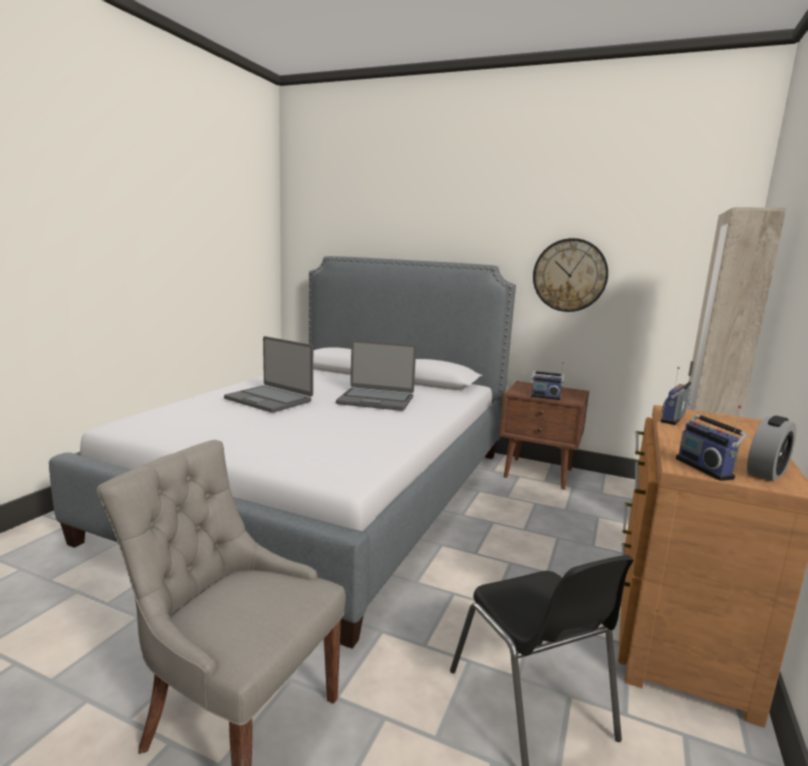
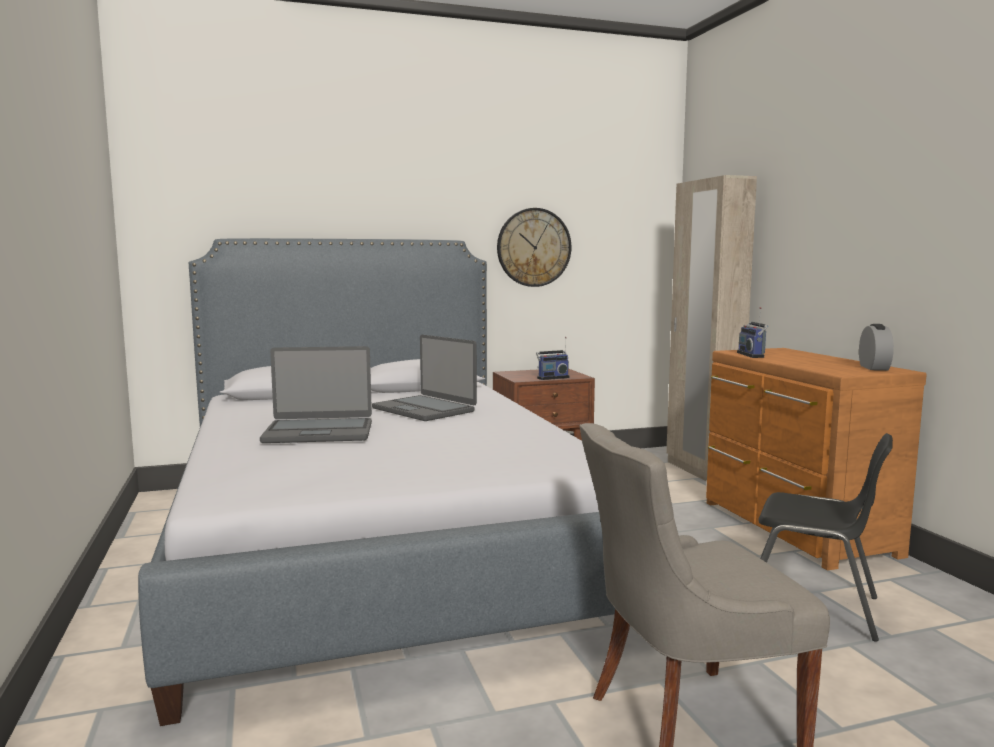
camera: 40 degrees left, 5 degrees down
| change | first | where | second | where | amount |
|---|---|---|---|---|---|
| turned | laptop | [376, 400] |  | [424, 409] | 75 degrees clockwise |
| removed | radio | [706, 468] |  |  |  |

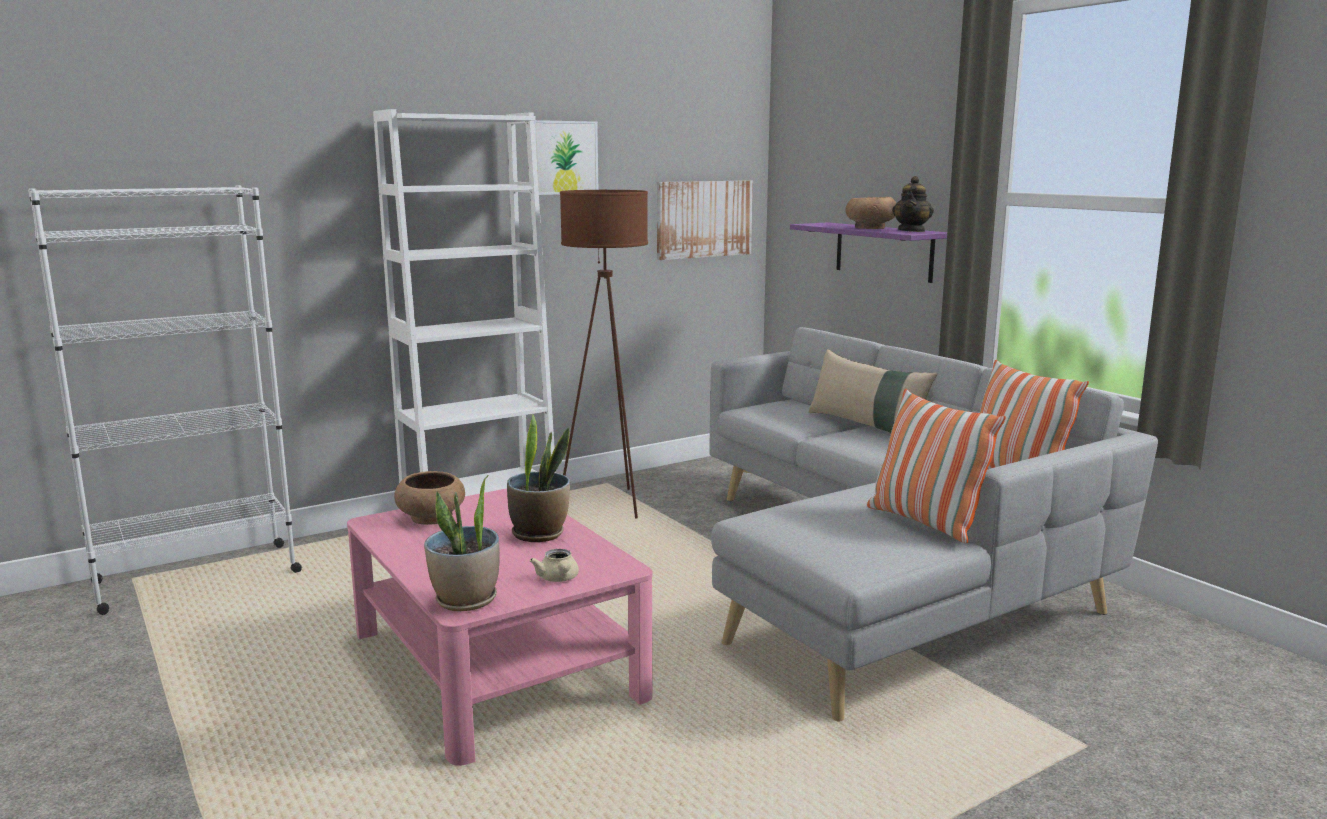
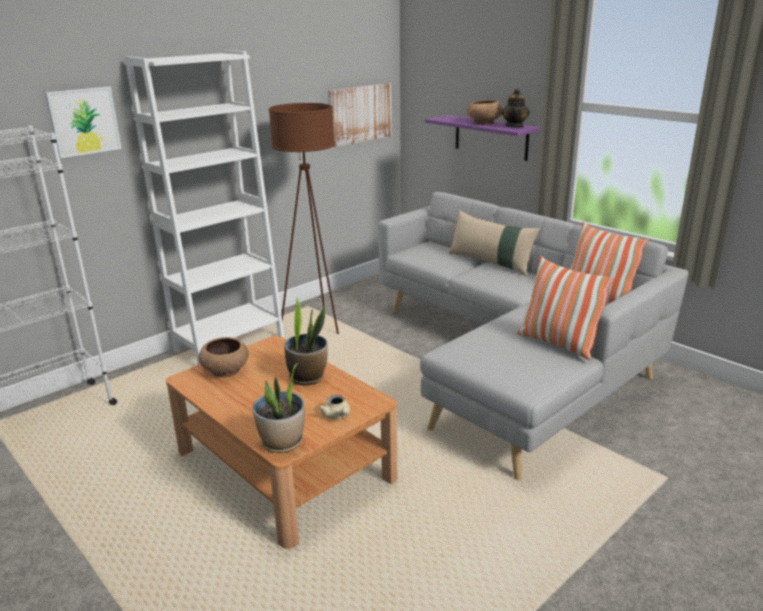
camera: 10 degrees left, 10 degrees up
| change | first | where | second | where | amount |
|---|---|---|---|---|---|
| moved | picture | [564, 157] |  | [84, 121] |  |
| recoloured | pink coffee table | [496, 664] | brown coffee table | [285, 464] |  |

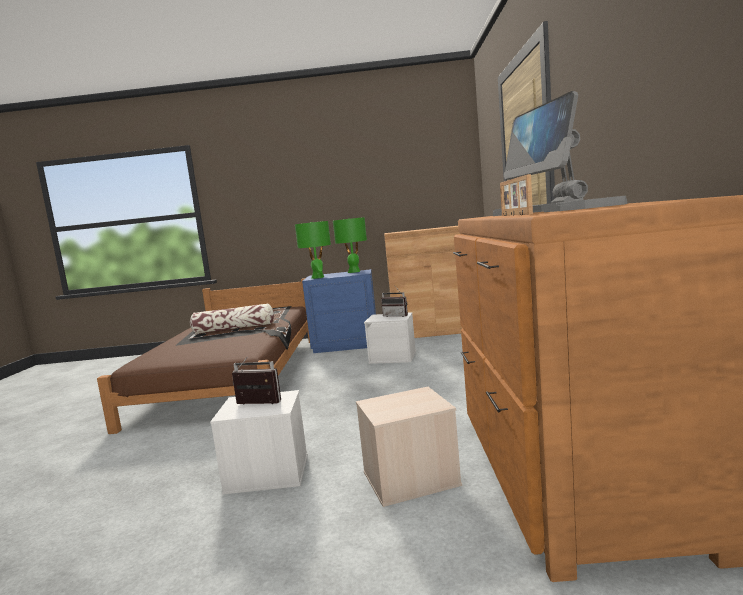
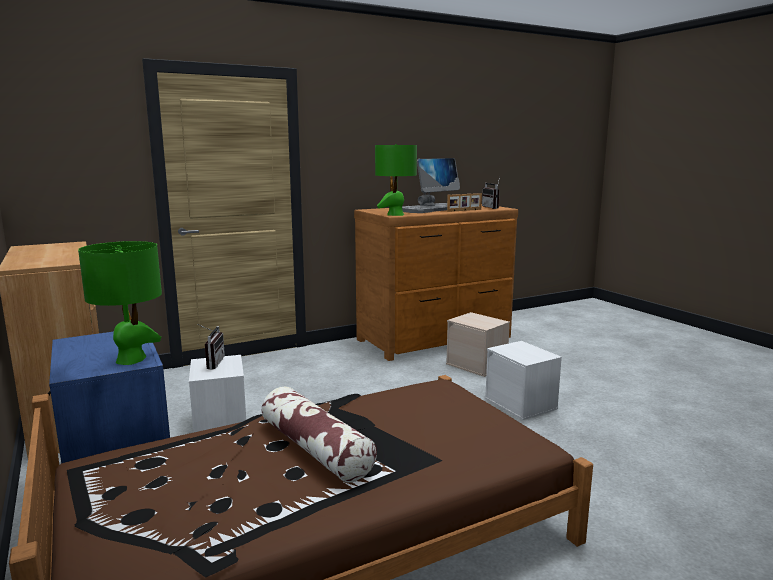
camera: 120 degrees left, 5 degrees up
| change | first | where | second | where | amount |
|---|---|---|---|---|---|
| moved | green table lamp | [354, 271] |  | [395, 215] |  |
| moved | radio | [256, 405] |  | [493, 208] |  |

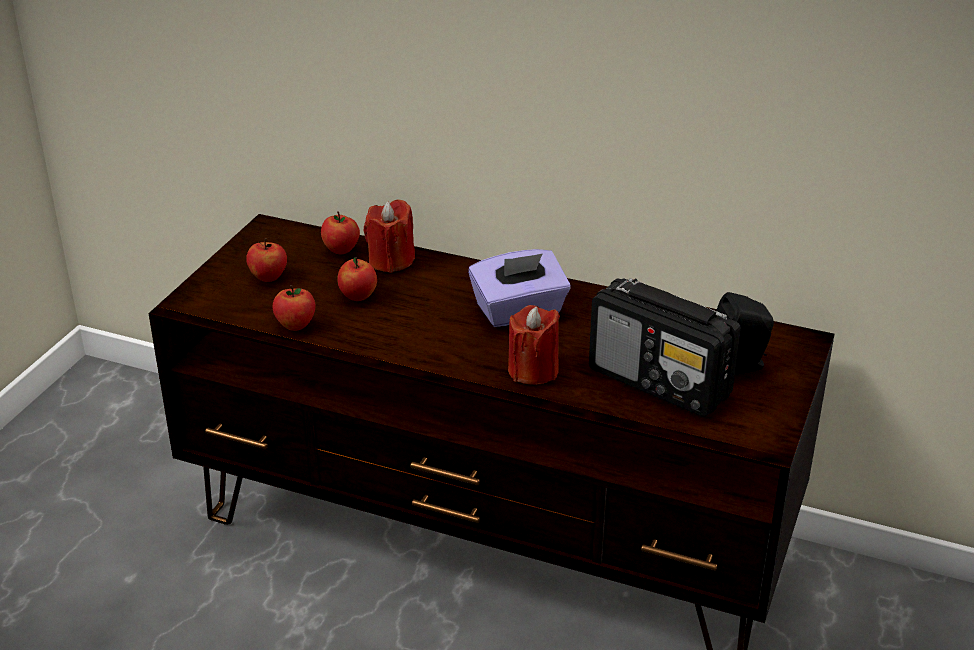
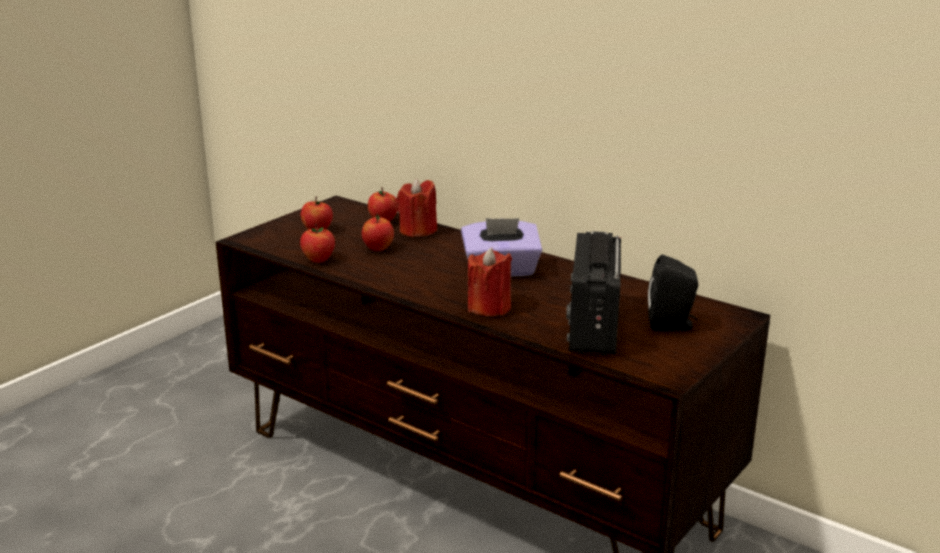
camera: 15 degrees right, 10 degrees down
| change | first | where | second | where | amount |
|---|---|---|---|---|---|
| turned | radio | [660, 383] |  | [593, 328] | 45 degrees clockwise |

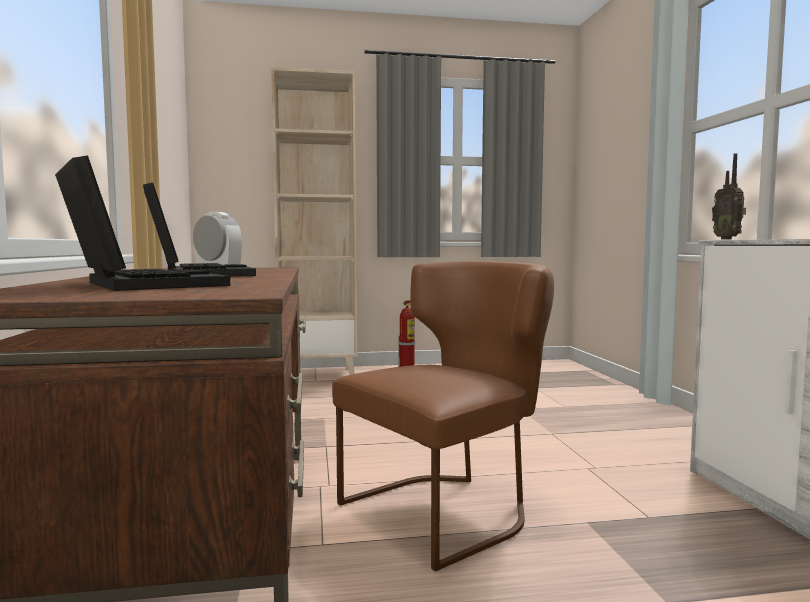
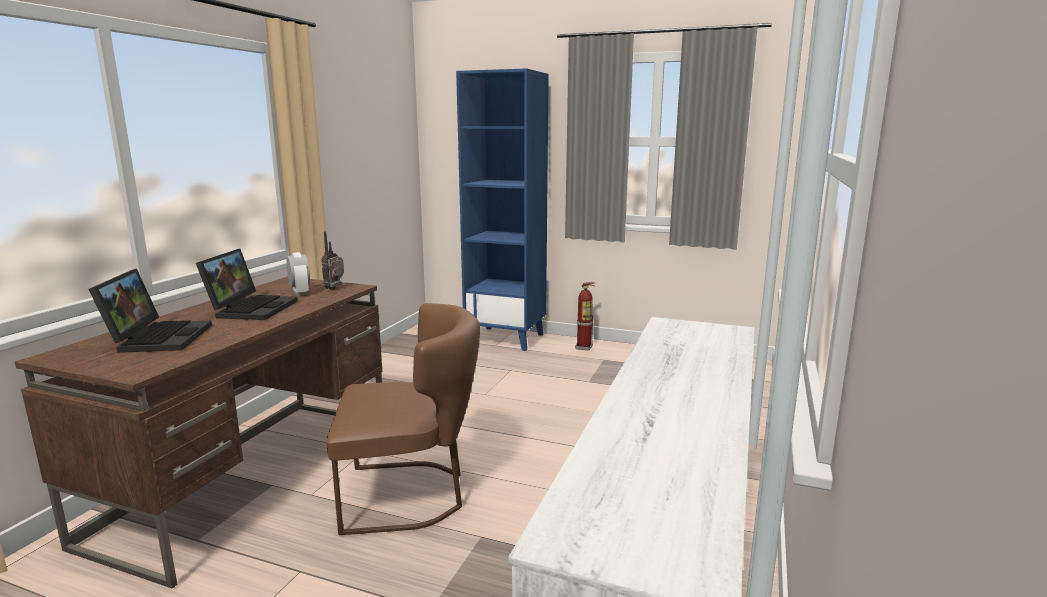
camera: 30 degrees right, 10 degrees up
| change | first | where | second | where | amount |
|---|---|---|---|---|---|
| moved | radio | [728, 239] |  | [335, 289] |  |
| recoloured | beige bookcase | [318, 374] | blue bookcase | [506, 338] |  |

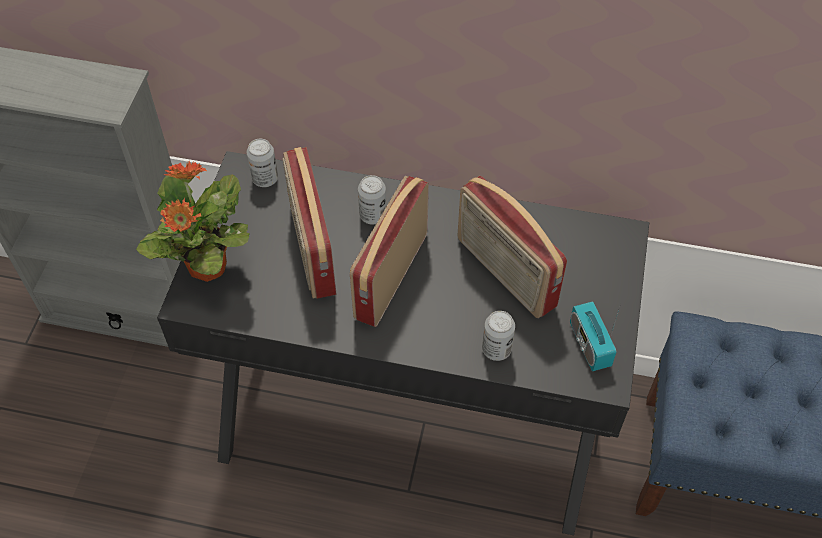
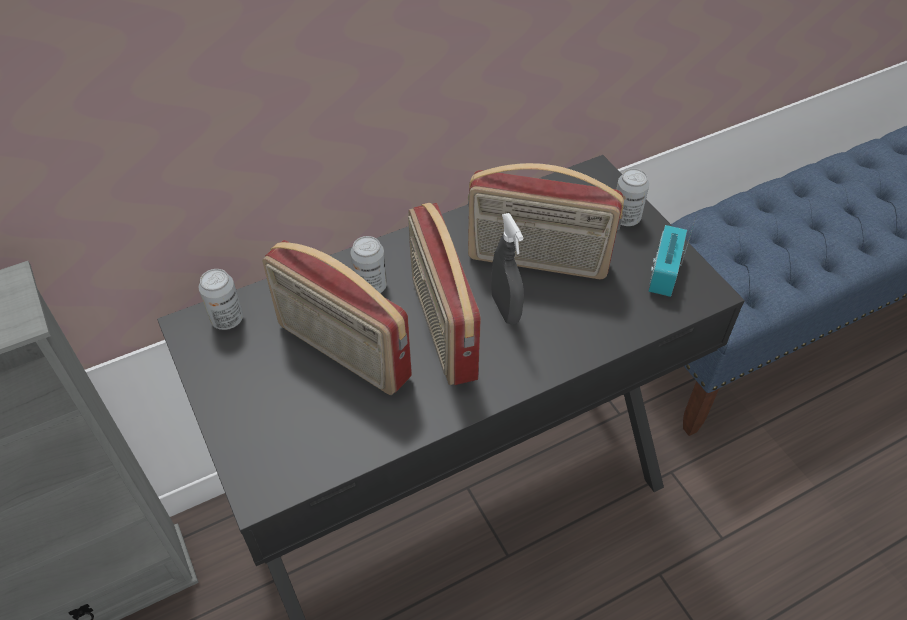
camera: 40 degrees left, 5 degrees down
| change | first | where | second | where | amount |
|---|---|---|---|---|---|
| added |  |  | grey spray bottle | [505, 309] |  |
| moved | can | [496, 349] |  | [625, 218] |  |
| turned | radio | [589, 345] |  | [664, 272] | 75 degrees clockwise |
| removed | potted plant | [207, 267] |  |  |  |

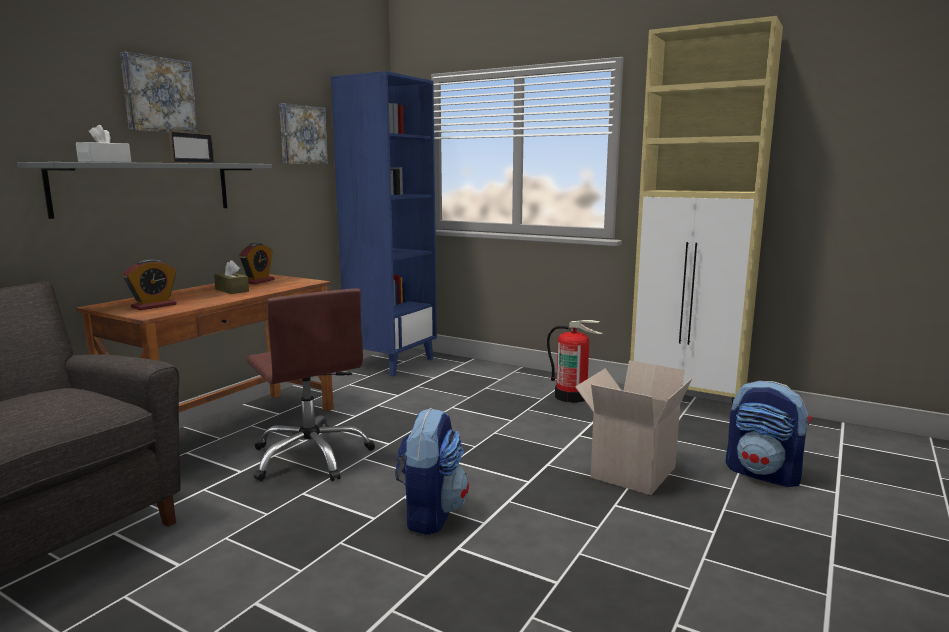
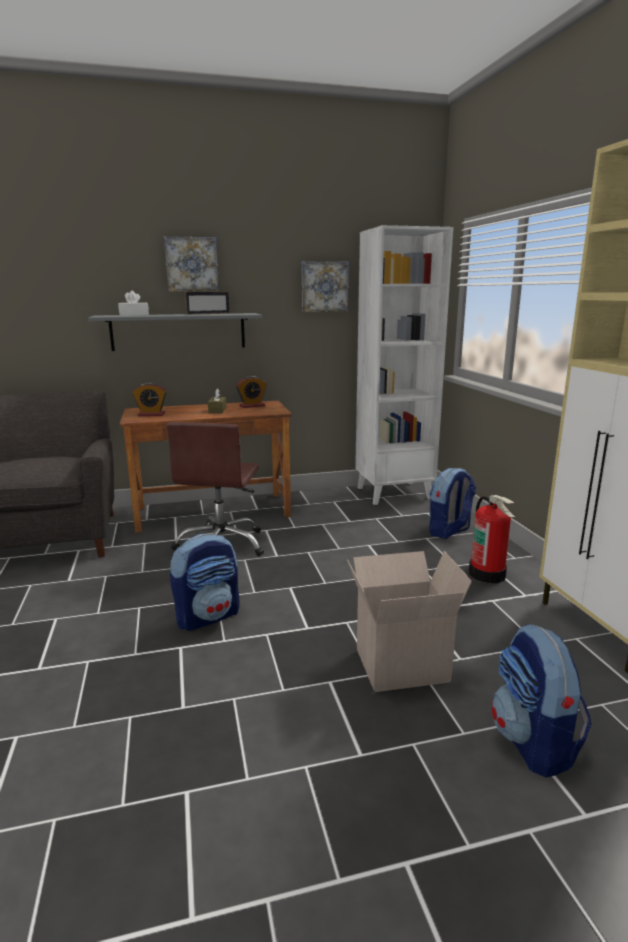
camera: 45 degrees right, 5 degrees up
| change | first | where | second | where | amount |
|---|---|---|---|---|---|
| recoloured | blue bookcase | [391, 362] | white bookcase | [394, 493] |  |
| added |  |  | backpack | [449, 531] |  |

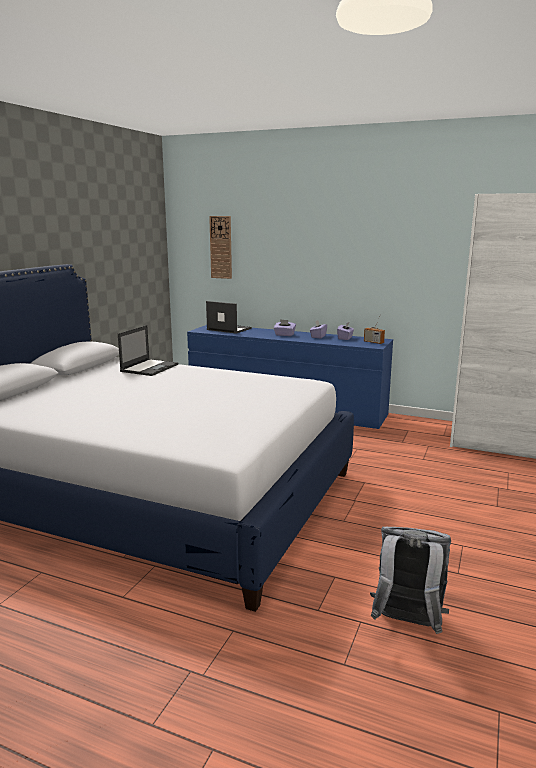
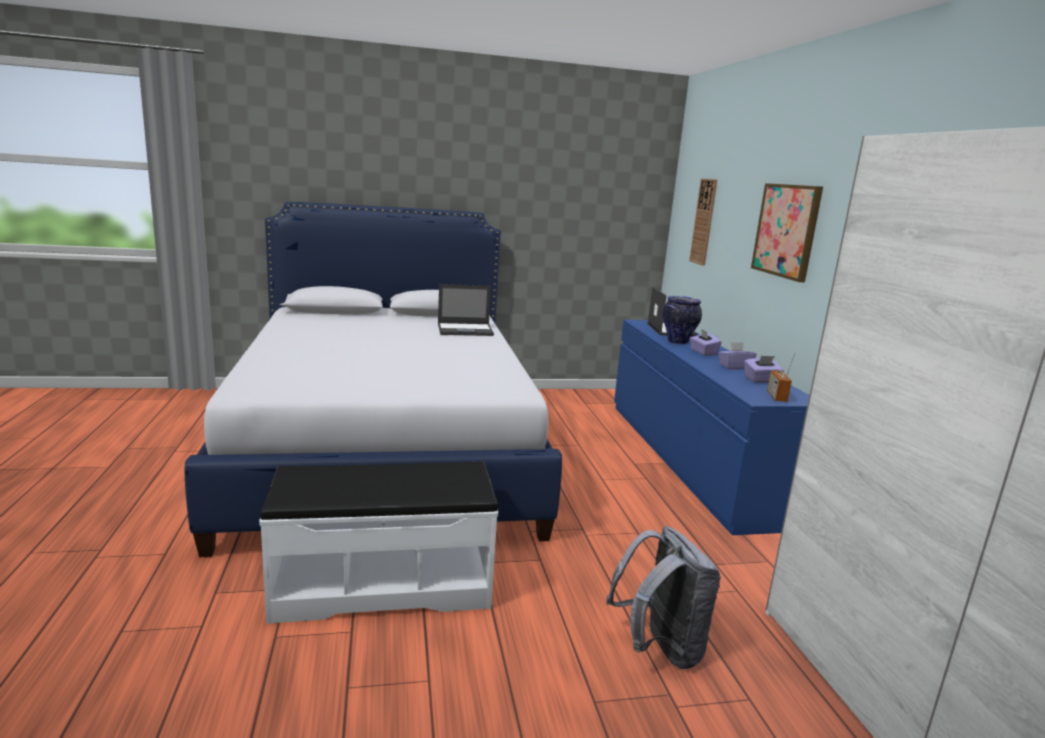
camera: 55 degrees right, 0 degrees up
| change | first | where | second | where | amount |
|---|---|---|---|---|---|
| added |  |  | white bench | [382, 585] |  |
| moved | grey backpack | [406, 623] |  | [659, 648] |  |
| added |  |  | vase | [678, 342] |  |
| added |  |  | picture | [787, 230] |  |

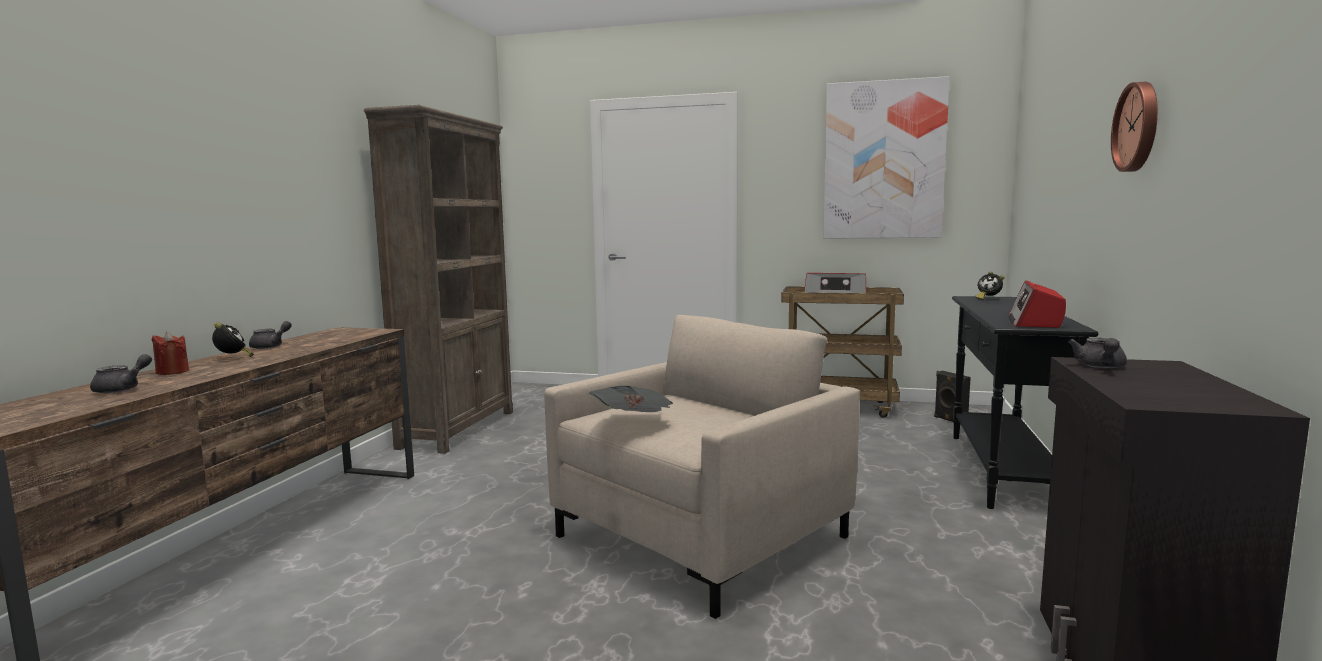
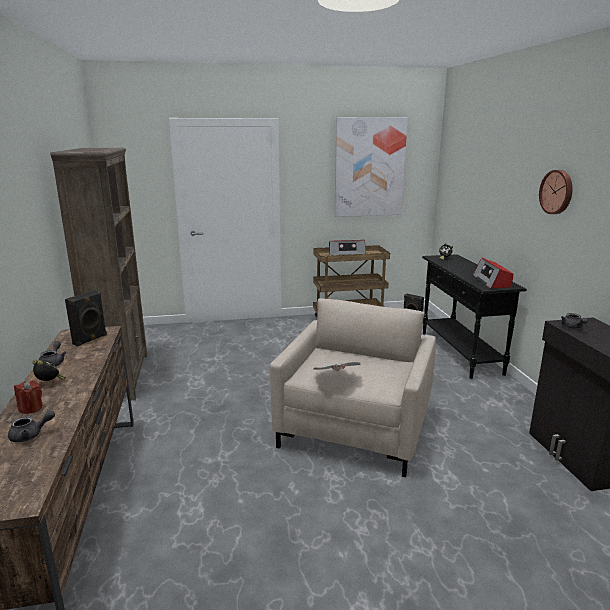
camera: 25 degrees left, 10 degrees up
| change | first | where | second | where | amount |
|---|---|---|---|---|---|
| turned | grey teapot | [123, 389] |  | [30, 435] | 75 degrees clockwise |
| added |  |  | black speaker | [90, 340] |  |

